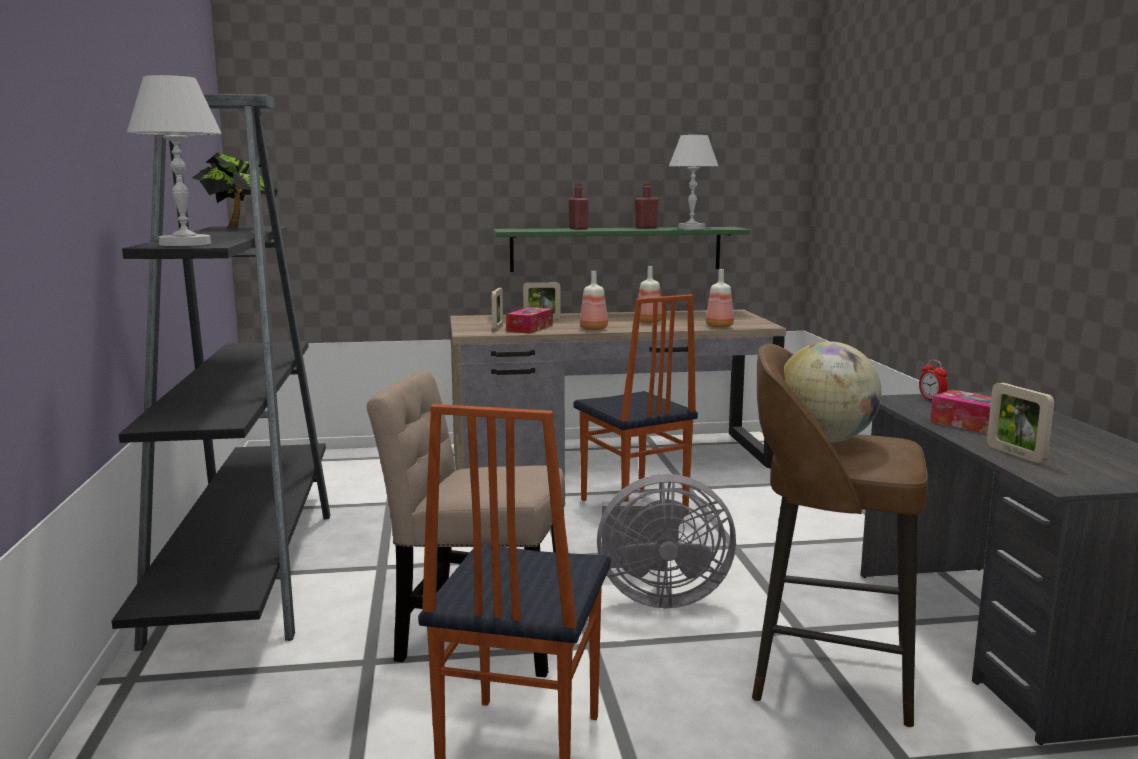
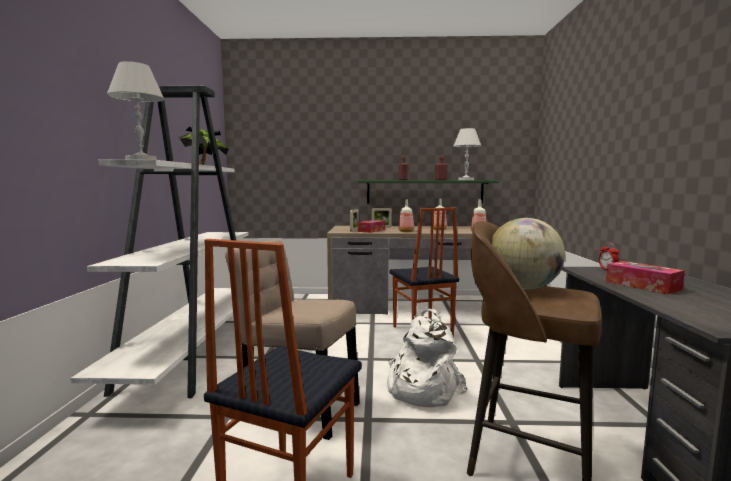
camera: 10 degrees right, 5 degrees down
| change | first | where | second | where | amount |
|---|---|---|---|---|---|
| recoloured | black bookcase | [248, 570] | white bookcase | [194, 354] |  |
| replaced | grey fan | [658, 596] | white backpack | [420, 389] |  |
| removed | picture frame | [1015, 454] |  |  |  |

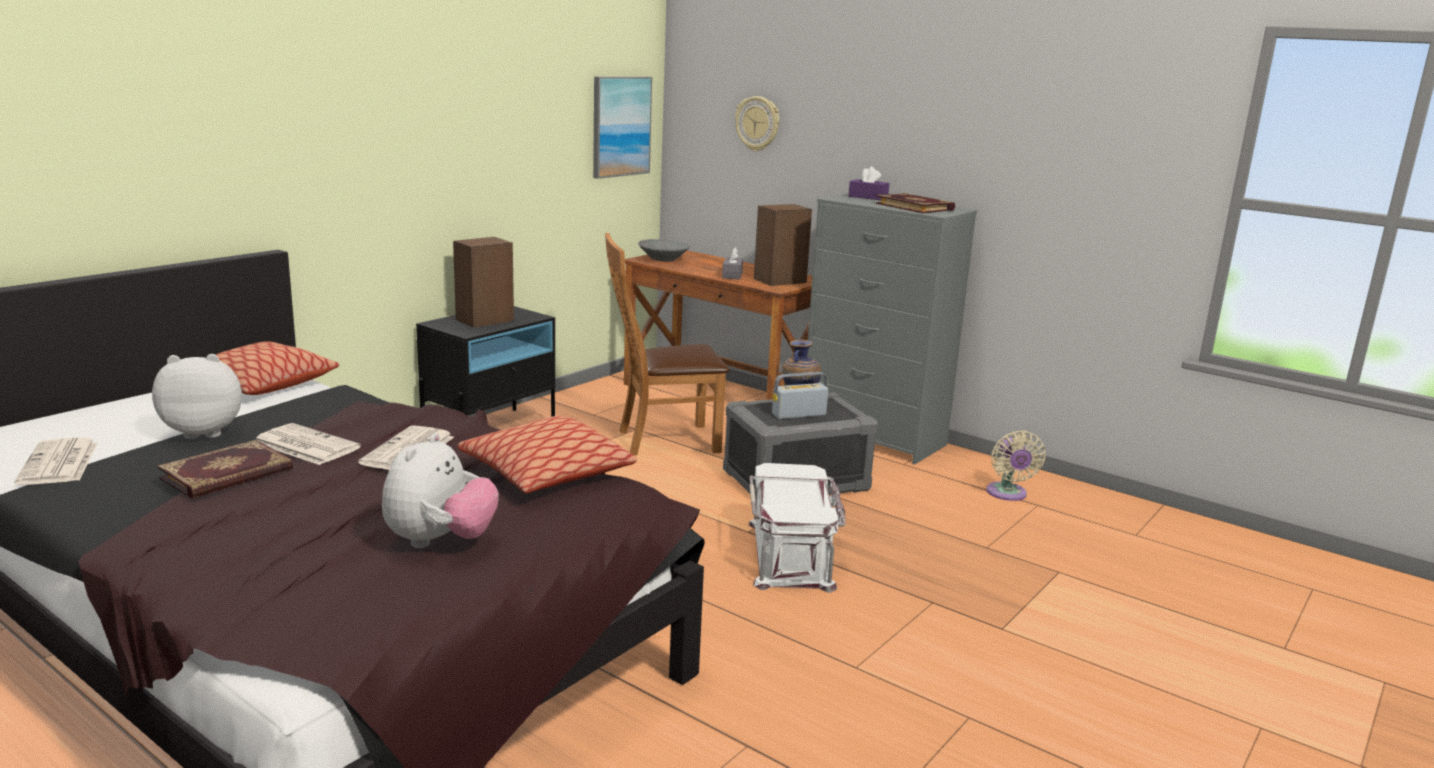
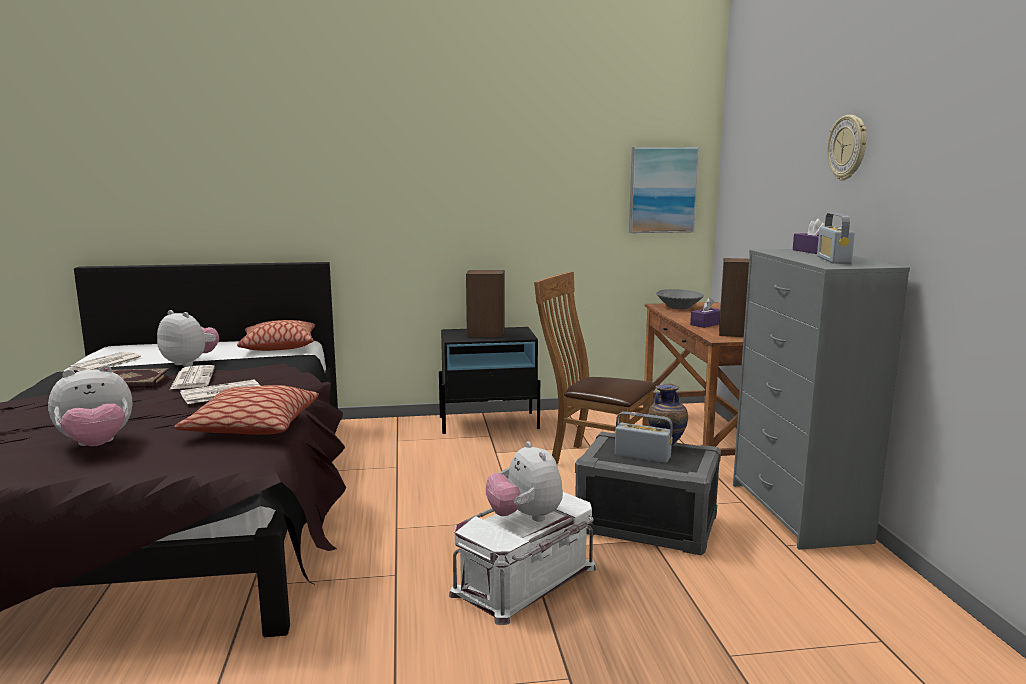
camera: 45 degrees right, 5 degrees down
| change | first | where | second | where | amount |
|---|---|---|---|---|---|
| added |  |  | plush toy | [525, 517] |  |
| recoloured | grey tissue box | [732, 275] | purple tissue box | [706, 324] |  |
| replaced | book | [914, 206] | radio | [833, 260] |  |
| moved | wall clock | [758, 123] |  | [848, 147] |  |
| removed | beige fan | [1007, 494] |  |  |  |

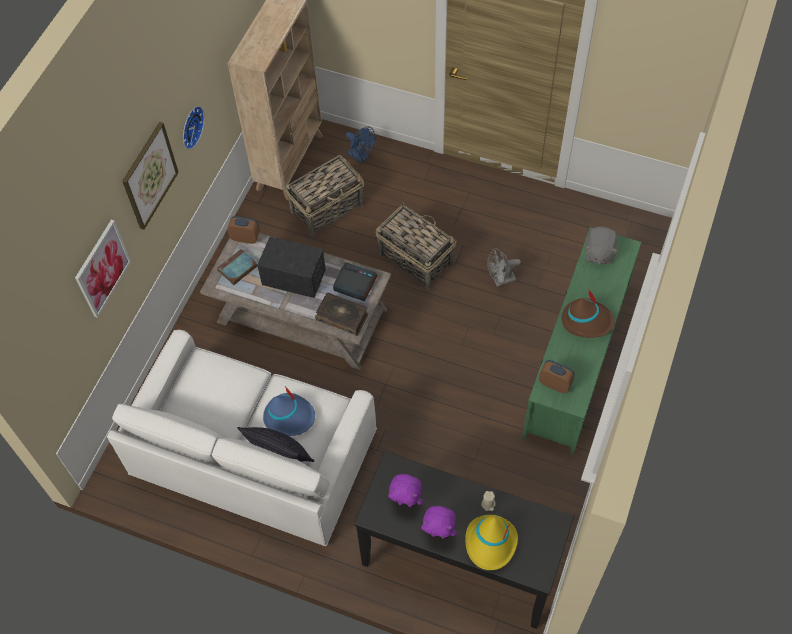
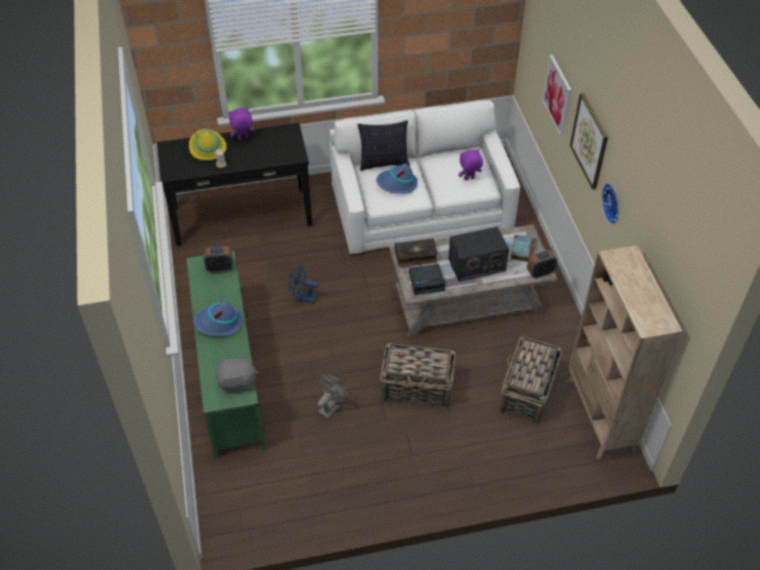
camera: 145 degrees right, 10 degrees down
| change | first | where | second | where | amount |
|---|---|---|---|---|---|
| recoloured | brown hat | [587, 320] | blue hat | [218, 323] |  |
| turned | grey plush toy | [599, 253] |  | [237, 382] | 105 degrees clockwise |
| moved | blue fan | [361, 157] |  | [302, 297] |  |
| moved | purple plush toy | [406, 502] |  | [469, 179] |  |

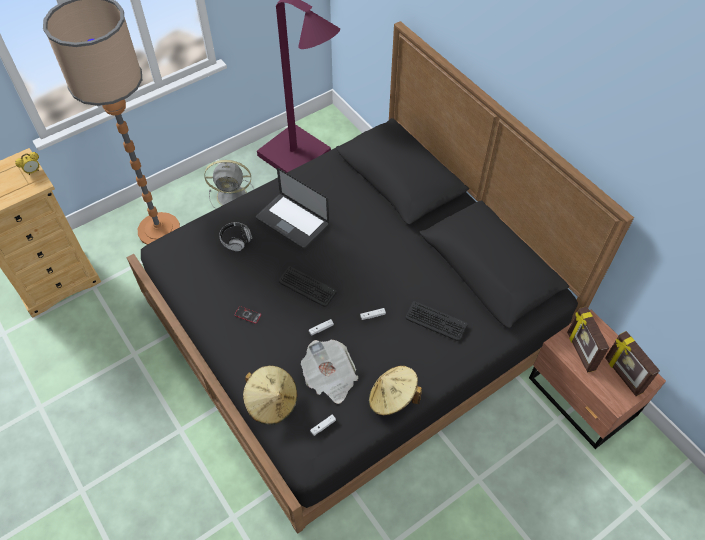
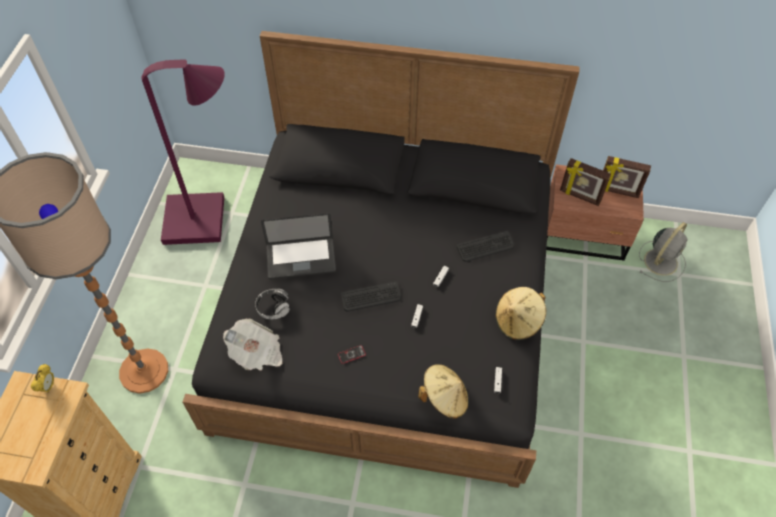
camera: 45 degrees left, 0 degrees up
| change | first | where | second | where | amount |
|---|---|---|---|---|---|
| moved | newspaper | [330, 378] |  | [257, 353] |  |
| moved | grey fan | [233, 196] |  | [661, 261] |  |

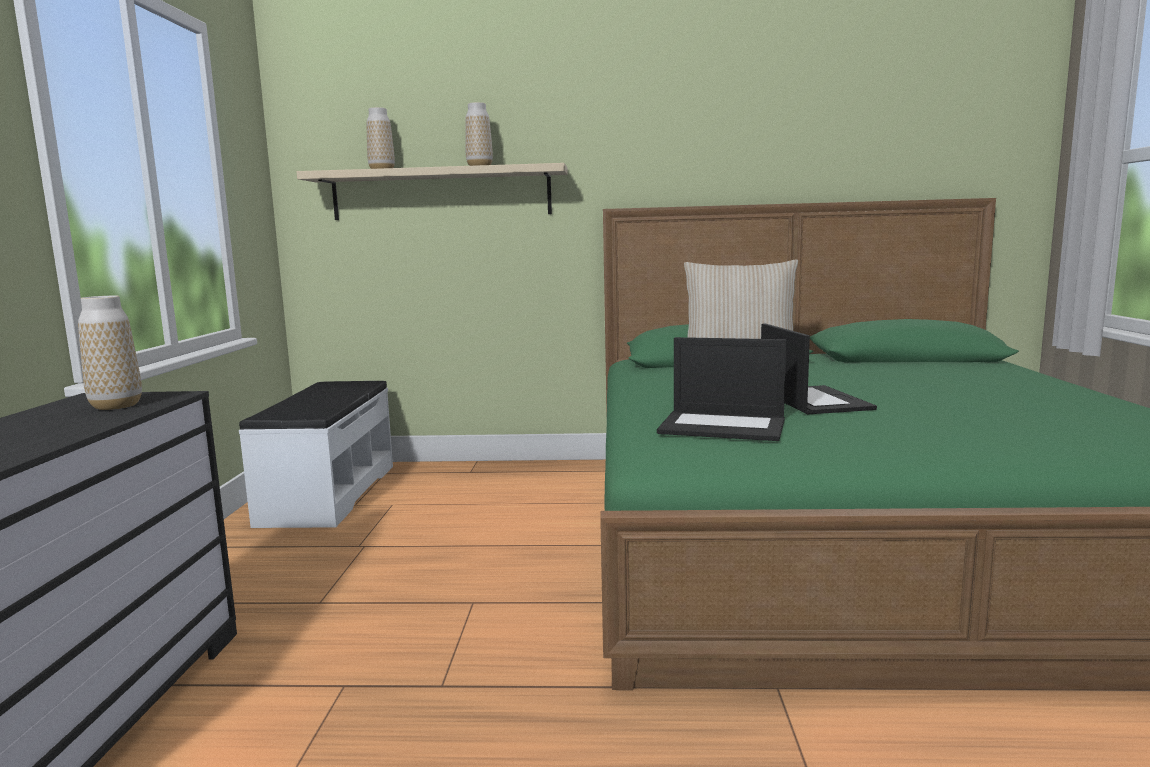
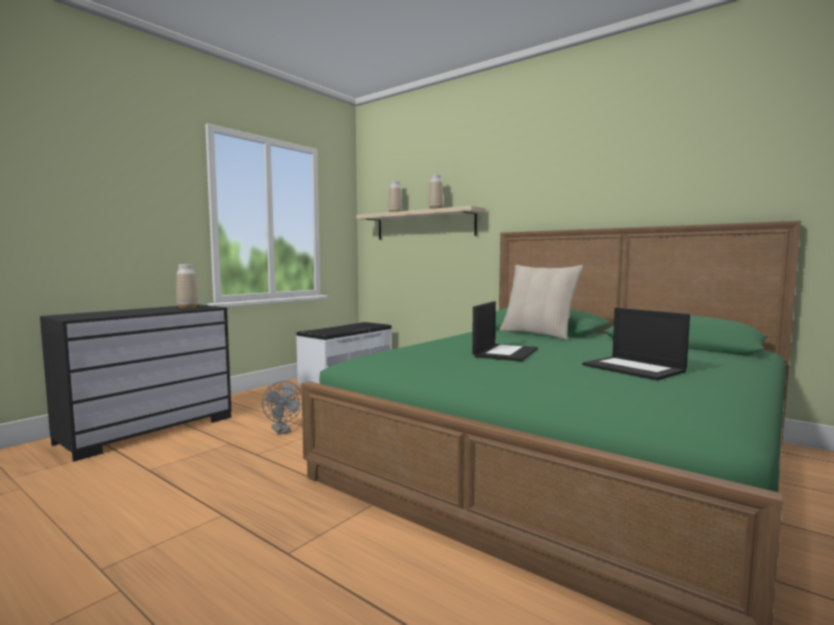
camera: 35 degrees right, 5 degrees down
| change | first | where | second | where | amount |
|---|---|---|---|---|---|
| added |  |  | grey fan | [283, 431] |  |
| moved | laptop | [724, 426] |  | [634, 368] |  |

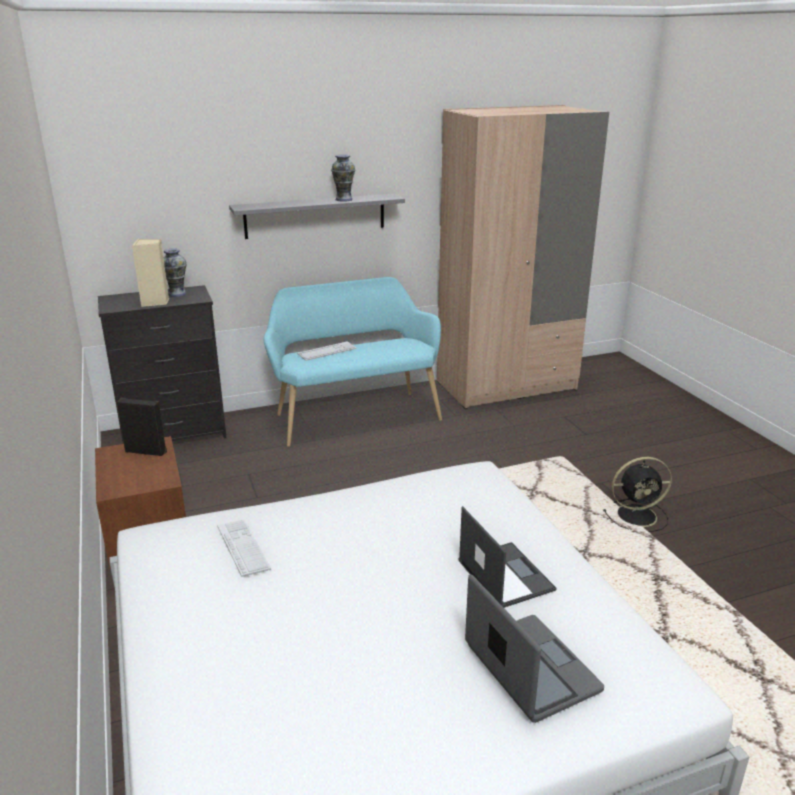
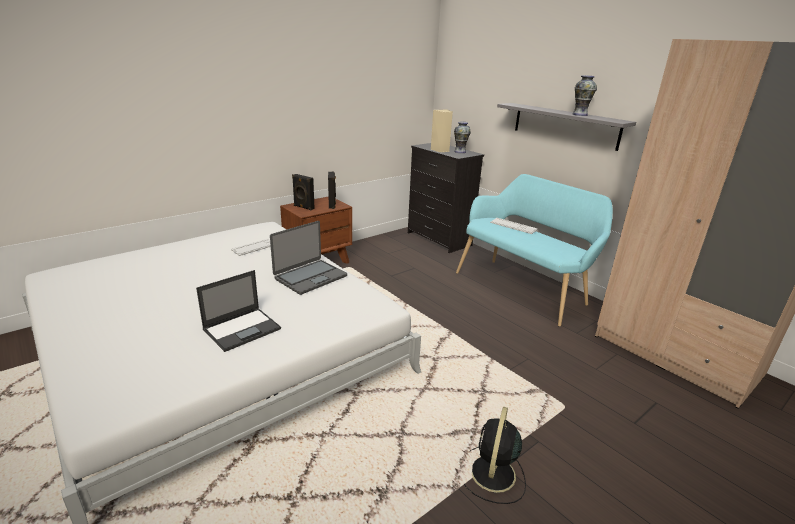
camera: 70 degrees right, 0 degrees up
| change | first | where | second | where | amount |
|---|---|---|---|---|---|
| moved | laptop | [530, 668] |  | [310, 277] |  |
| added |  |  | black speaker | [303, 207] |  |
| turned | black fan | [638, 515] |  | [492, 474] | 45 degrees clockwise |

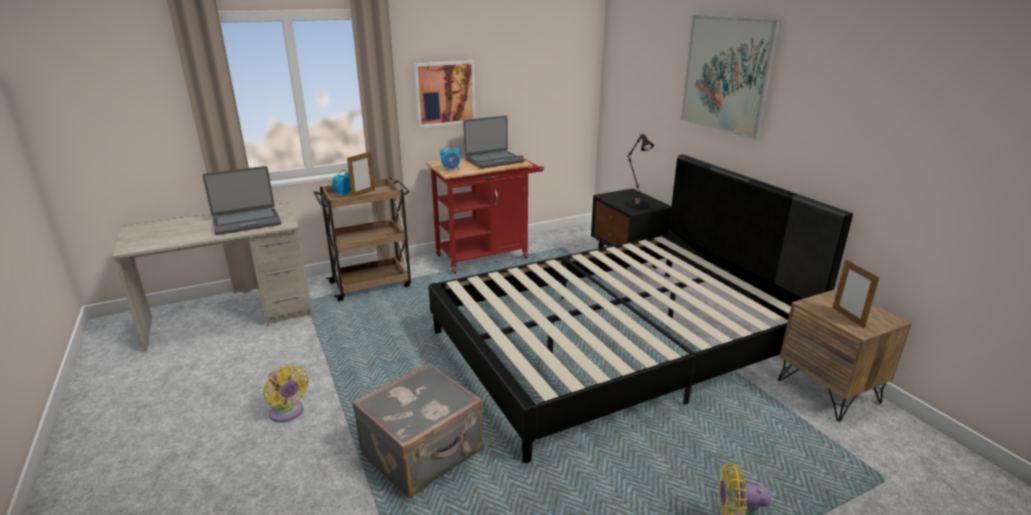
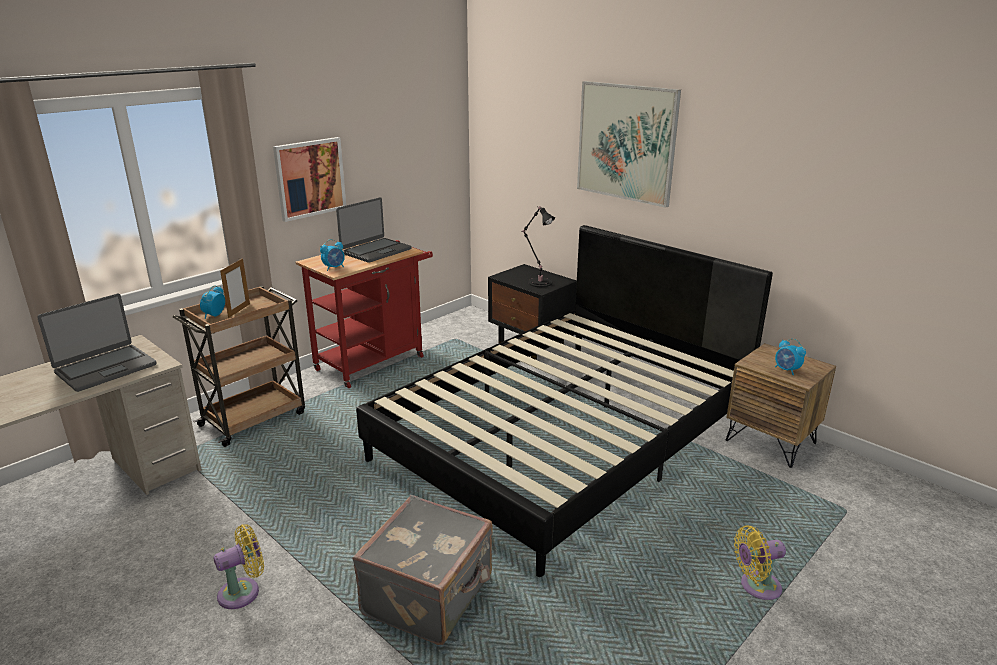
camera: 20 degrees left, 0 degrees up
| change | first | where | second | where | amount |
|---|---|---|---|---|---|
| turned | yellow fan | [288, 413] |  | [243, 592] | 60 degrees counterclockwise |
| replaced | picture frame | [848, 317] | alarm clock | [786, 370] |  |

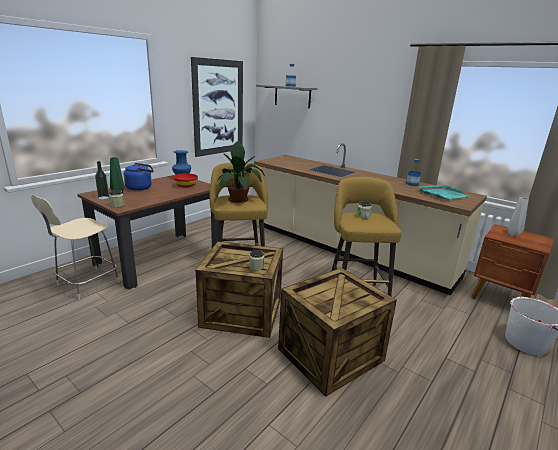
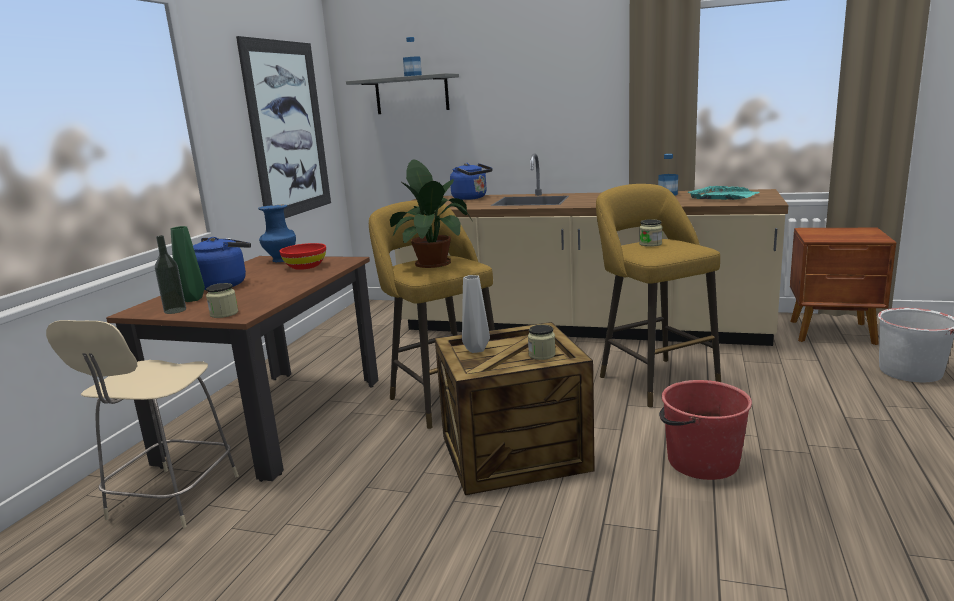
camera: 20 degrees left, 5 degrees down
| change | first | where | second | where | amount |
|---|---|---|---|---|---|
| added |  |  | blue kettle | [471, 198] |  |
| moved | grey vase | [513, 234] |  | [477, 349] |  |
| replaced | crate | [330, 353] | red bucket | [701, 462] |  |

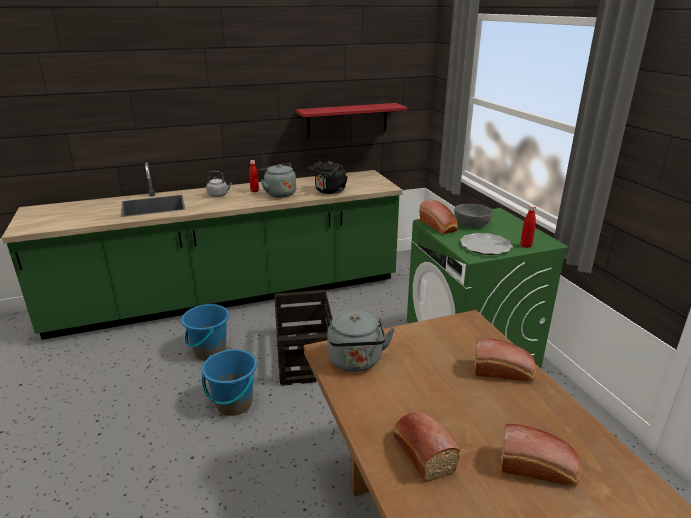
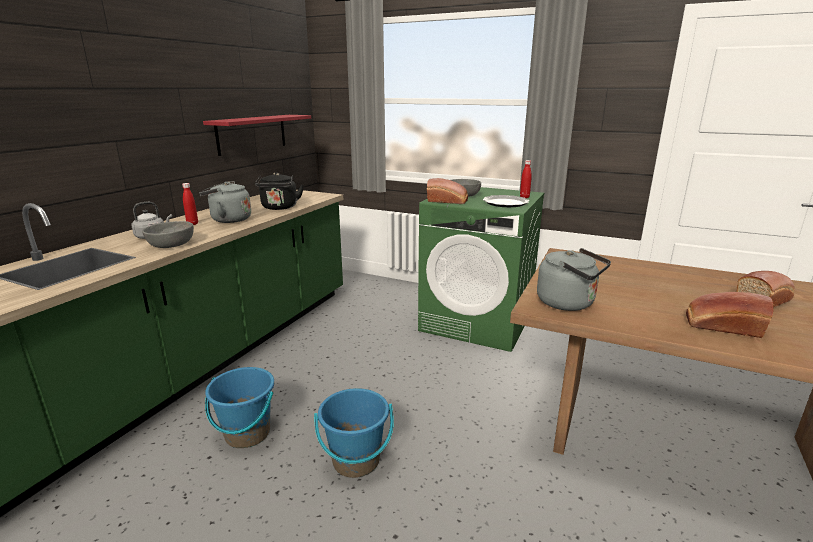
camera: 45 degrees left, 5 degrees down
| change | first | where | second | where | amount |
|---|---|---|---|---|---|
| added |  |  | grey bowl | [171, 244] |  |
| removed | crate | [304, 355] |  |  |  |
| removed | bread | [503, 371] |  |  |  |

